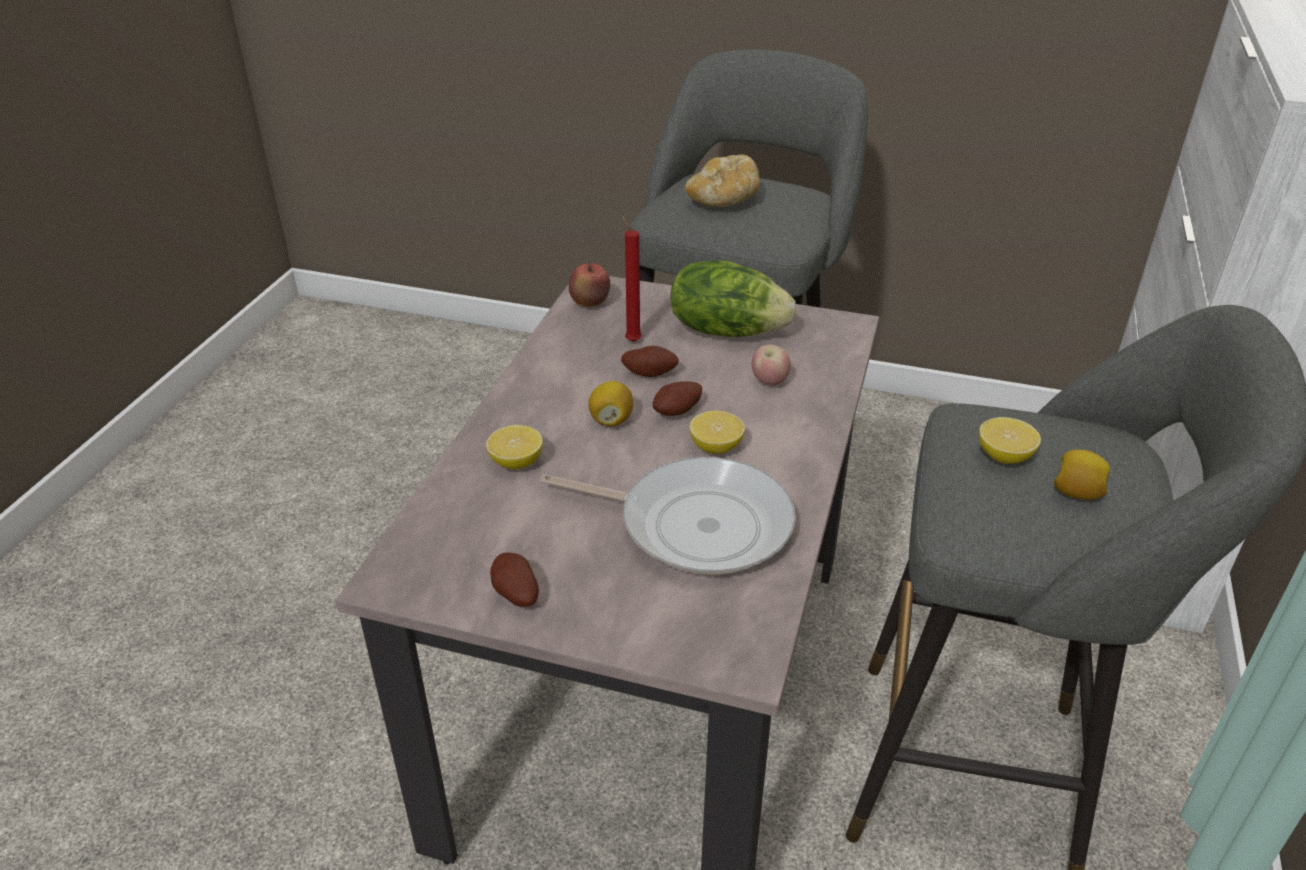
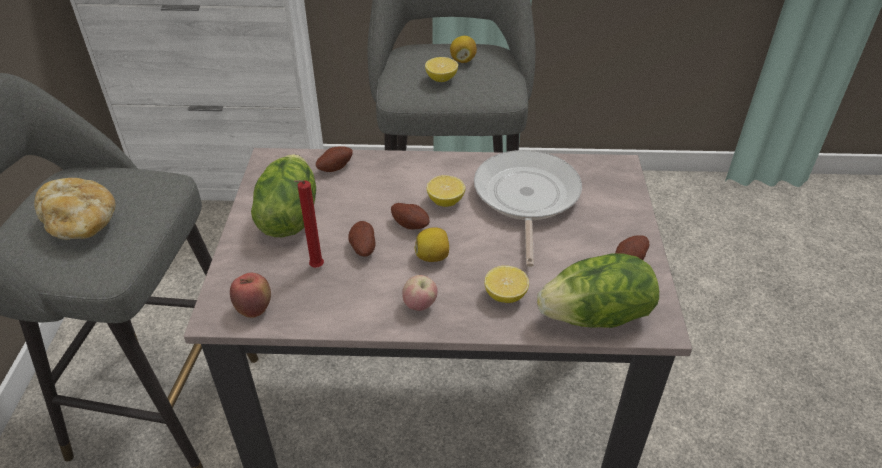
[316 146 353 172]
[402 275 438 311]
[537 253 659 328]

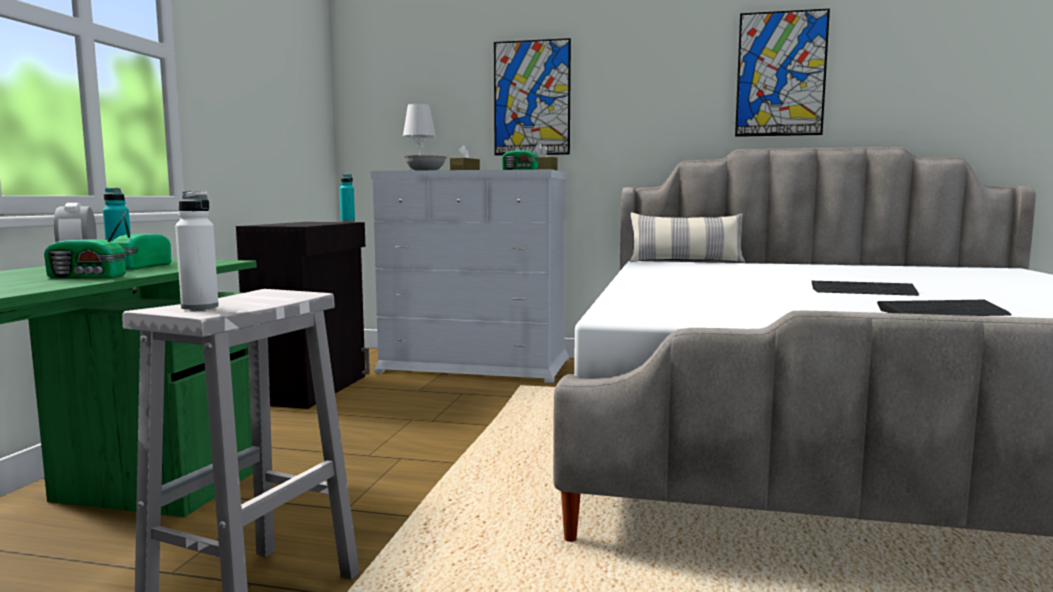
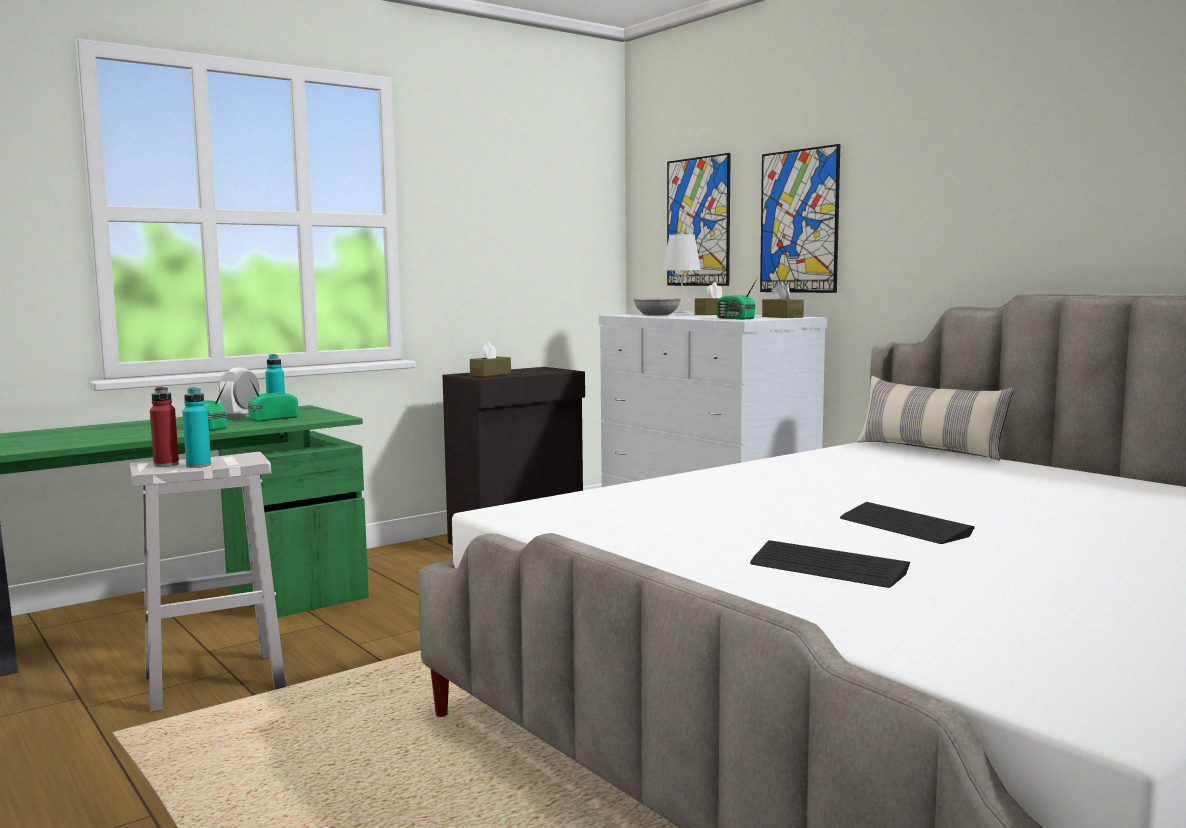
[150 386 179 467]
[182 387 211 468]
[470 342 511 377]
[667 153 731 286]

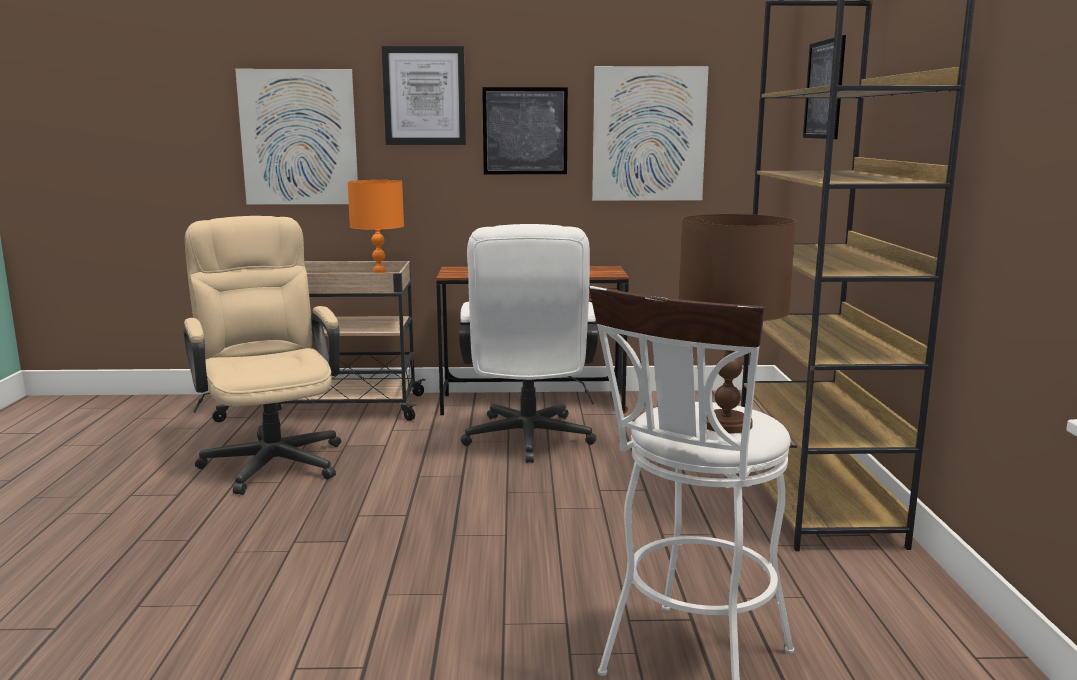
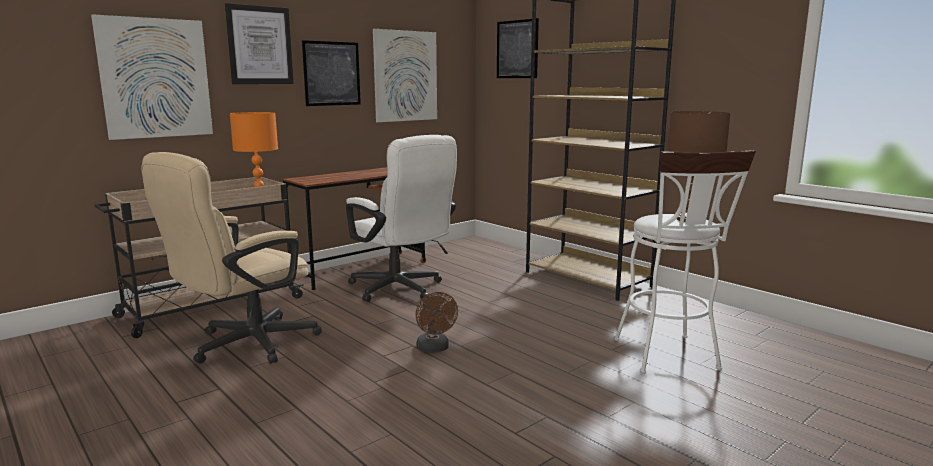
[141 152 322 364]
[415 292 458 353]

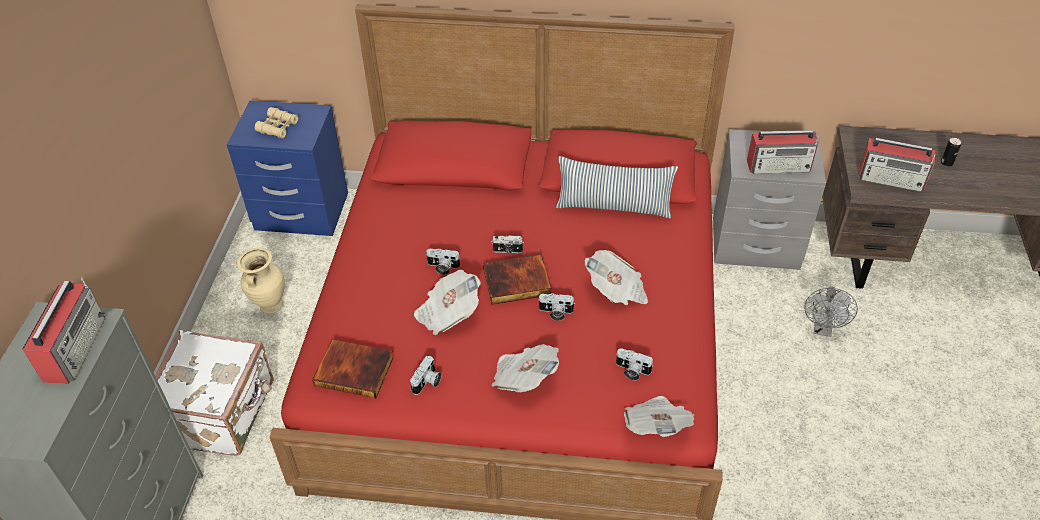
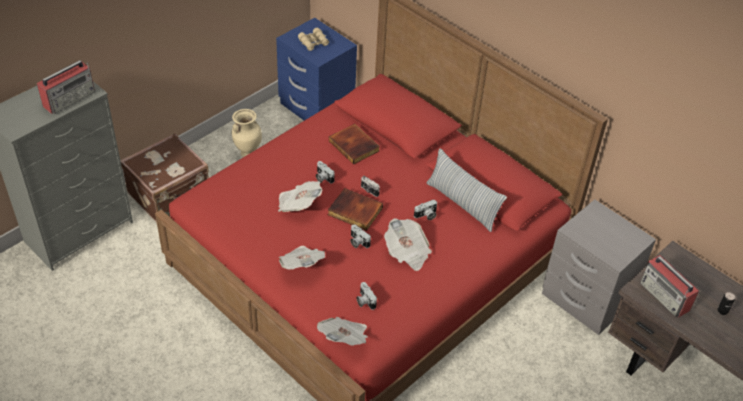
[120 133 209 222]
[329 124 380 165]
[414 200 437 220]
[747 130 819 174] (first image)
[804 286 858 337] (first image)

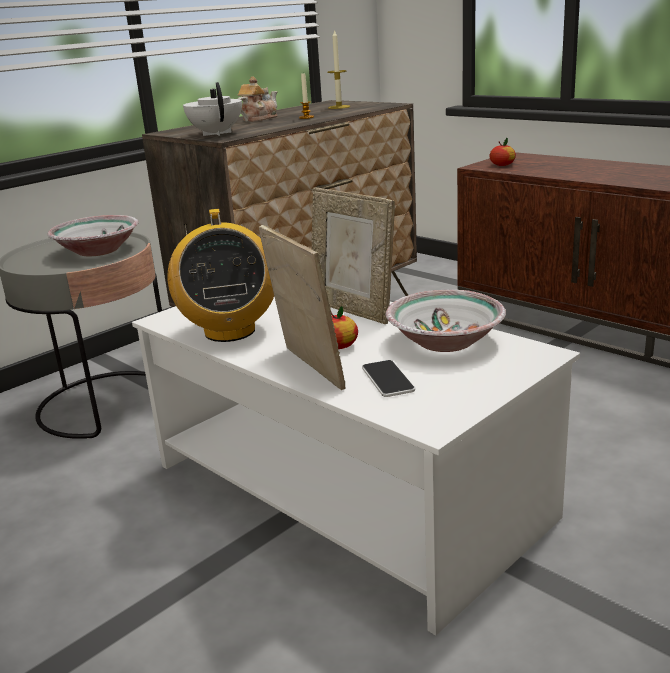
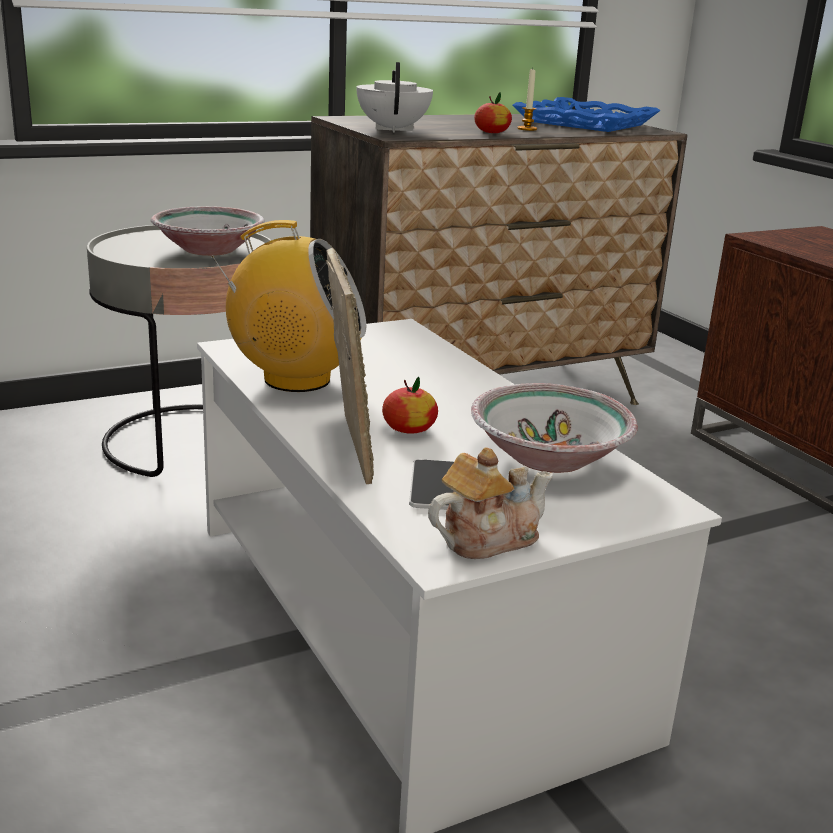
[211 220 366 392]
[428 448 553 559]
[474 92 512 133]
[512 97 660 132]
[312 188 395 324] (first image)

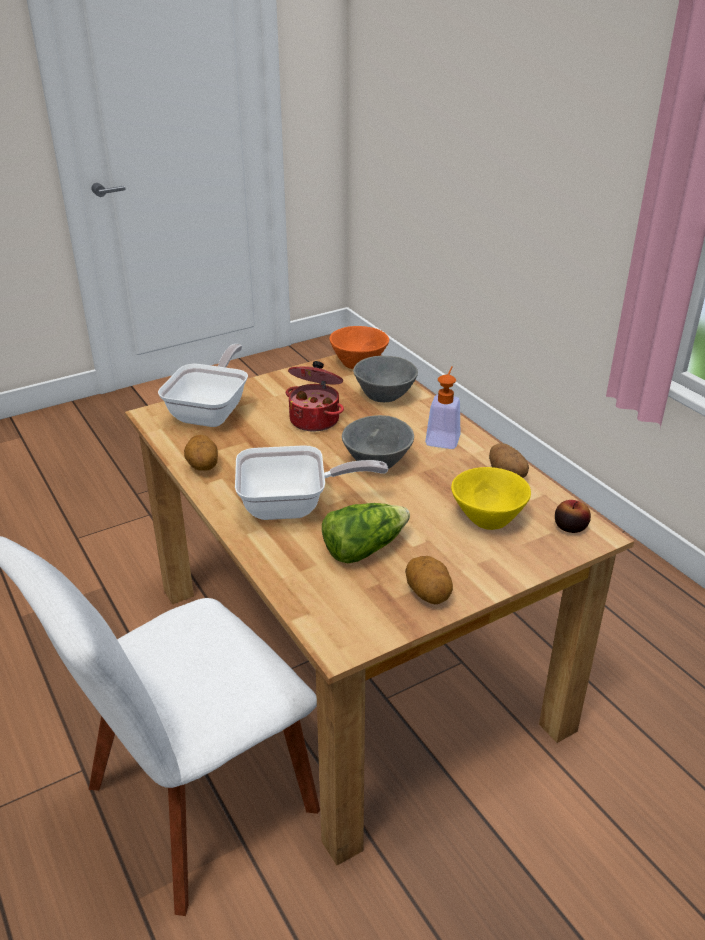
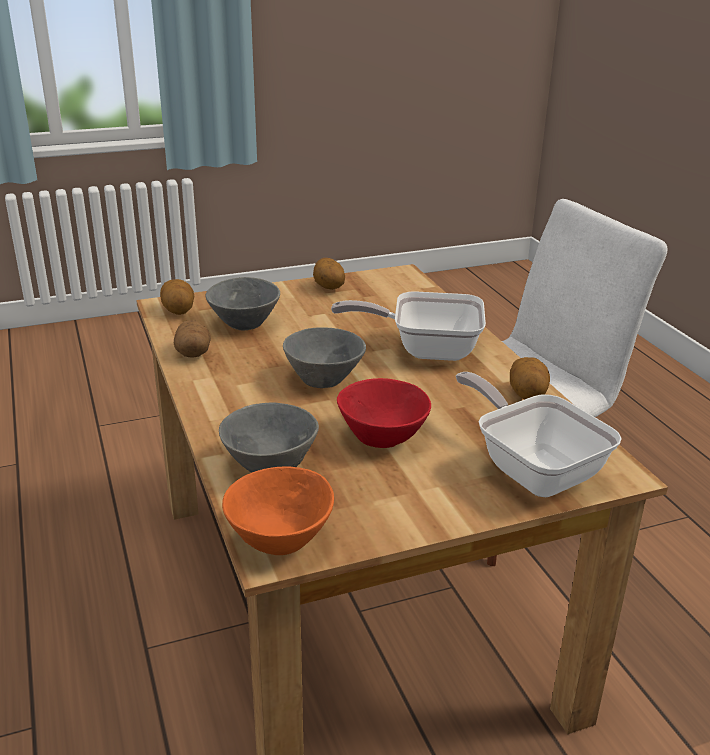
[160 279 194 315]
[206 277 280 330]
[337 378 431 448]
[456 372 622 497]
[322 503 410 563] (first image)
[425 366 460 449] (first image)

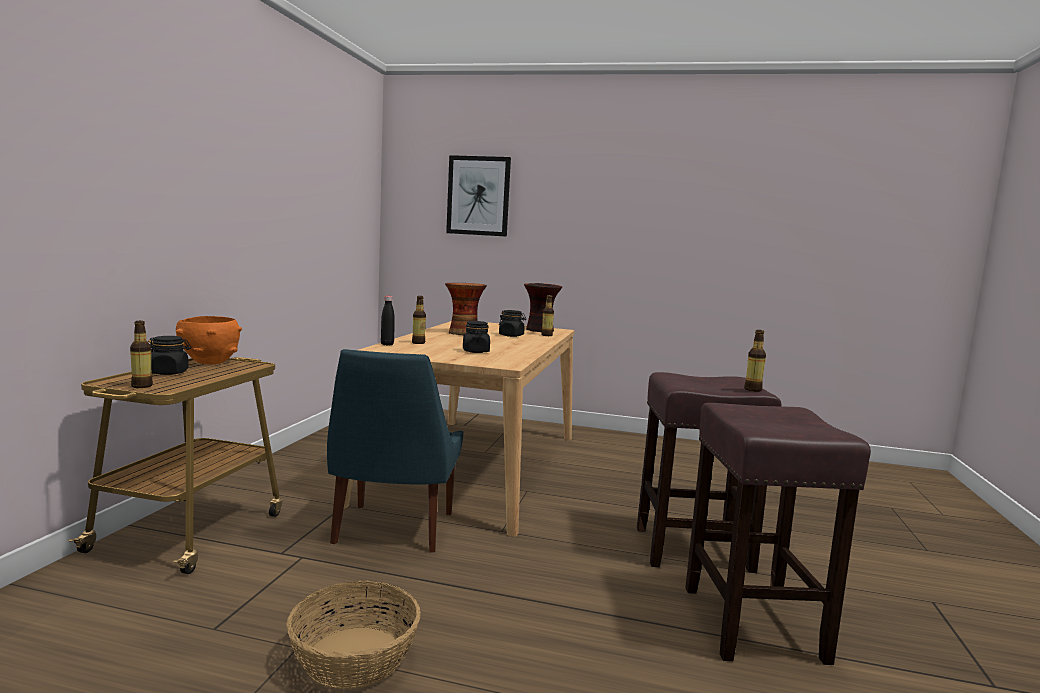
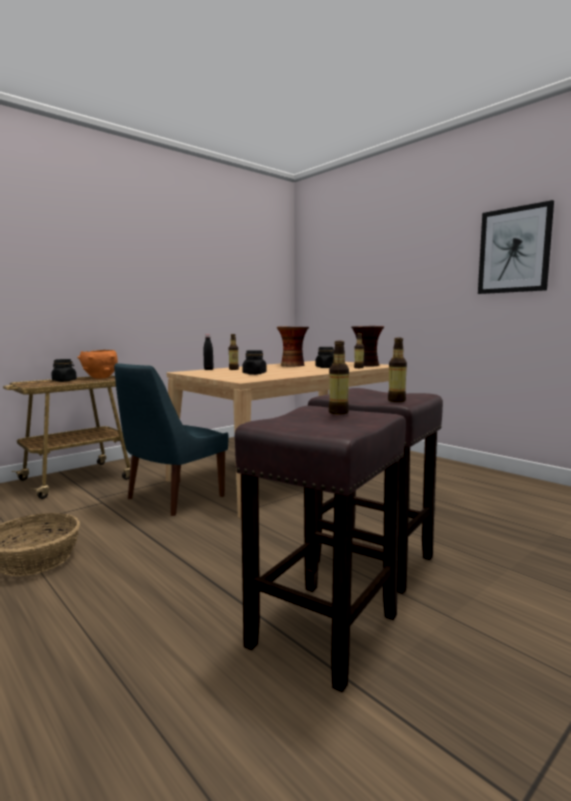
[329 341 349 414]
[478 200 554 294]

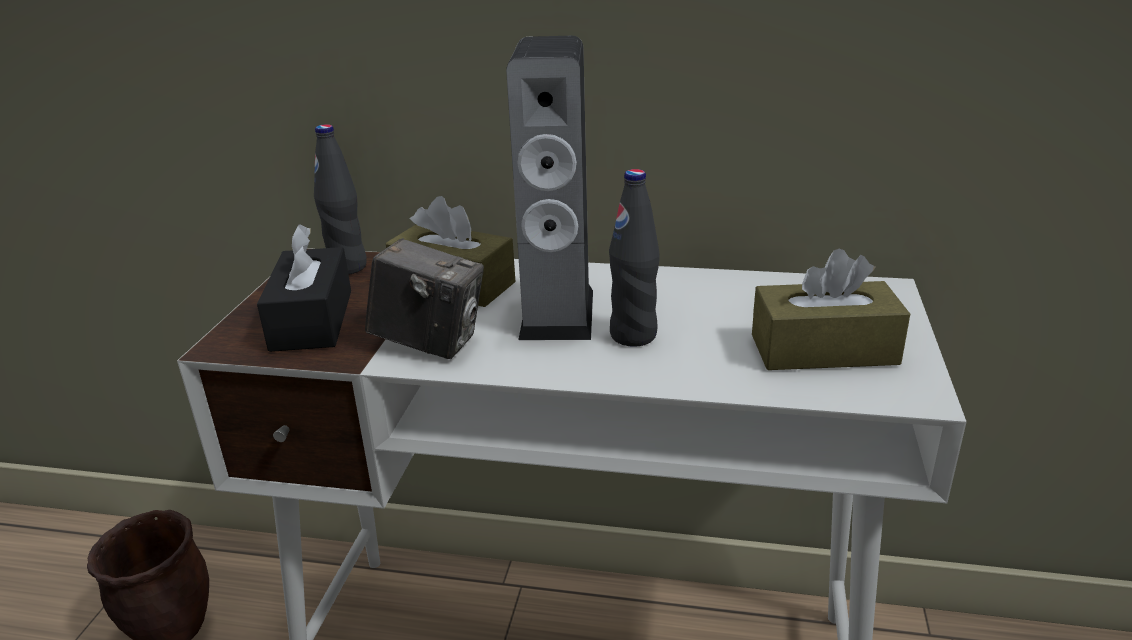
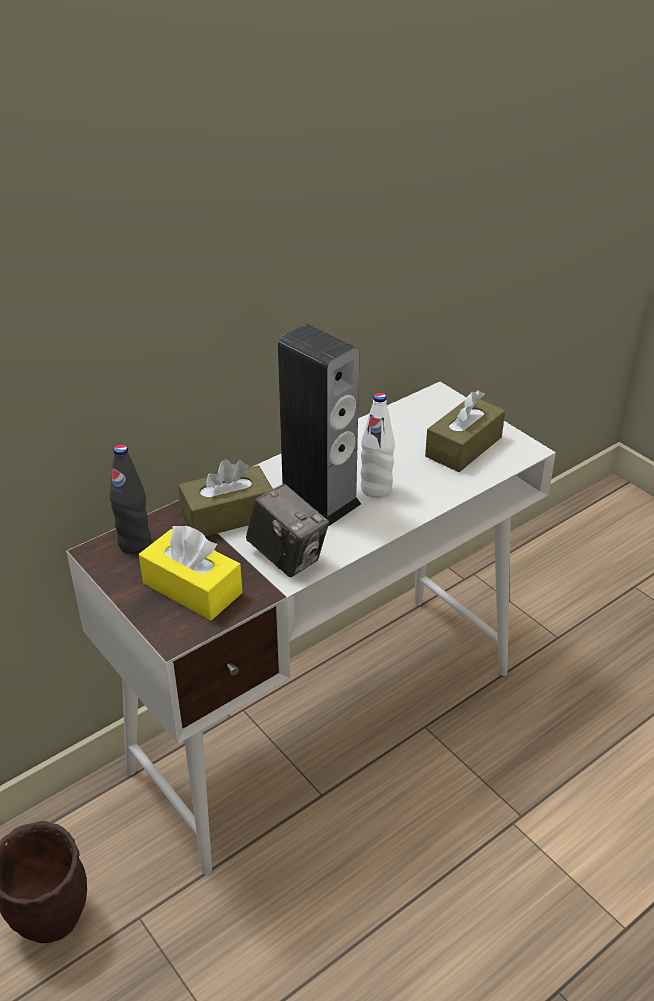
[139 525 243 620]
[246 484 329 577]
[360 393 395 498]

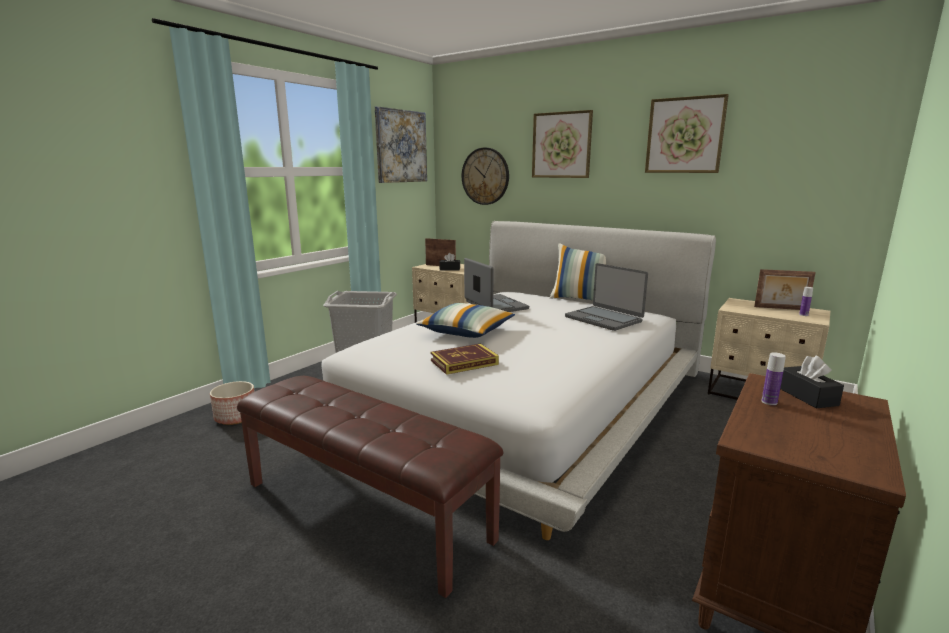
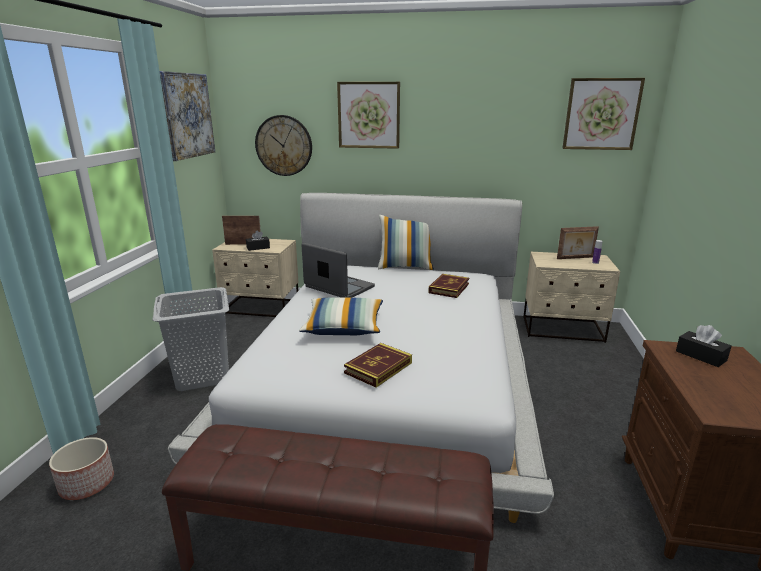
[428 274 469 298]
[562 78 645 150]
[762 352 786 405] (first image)

